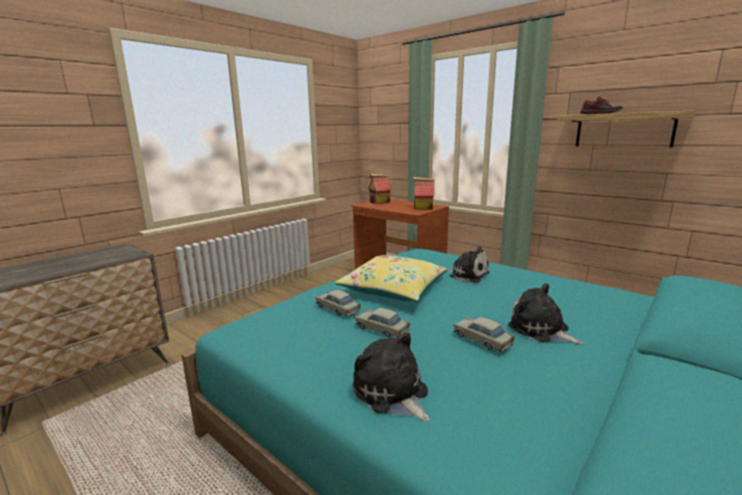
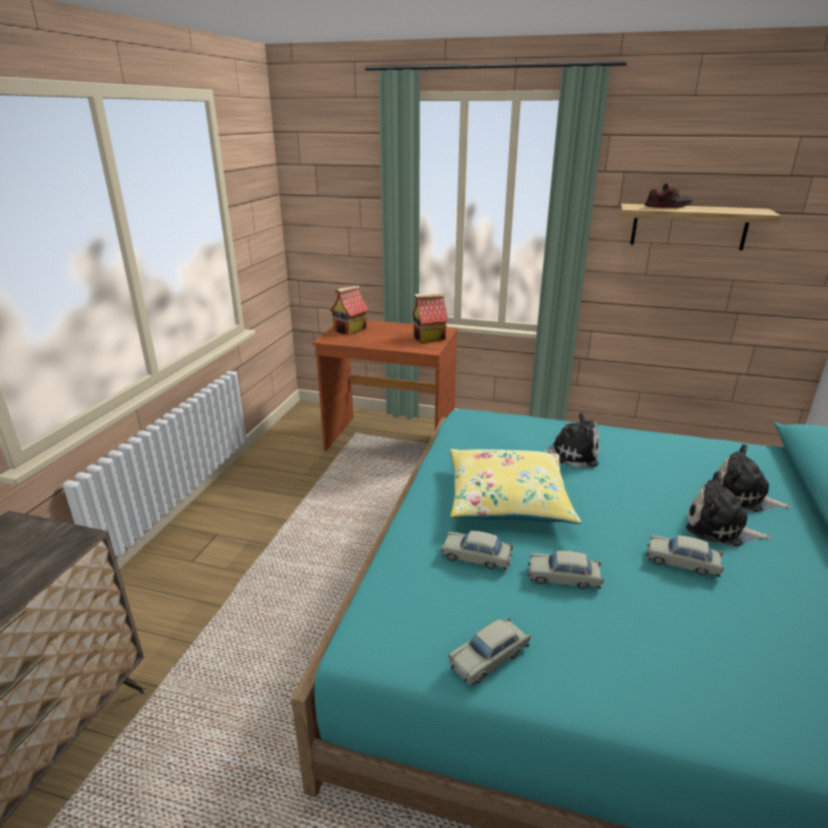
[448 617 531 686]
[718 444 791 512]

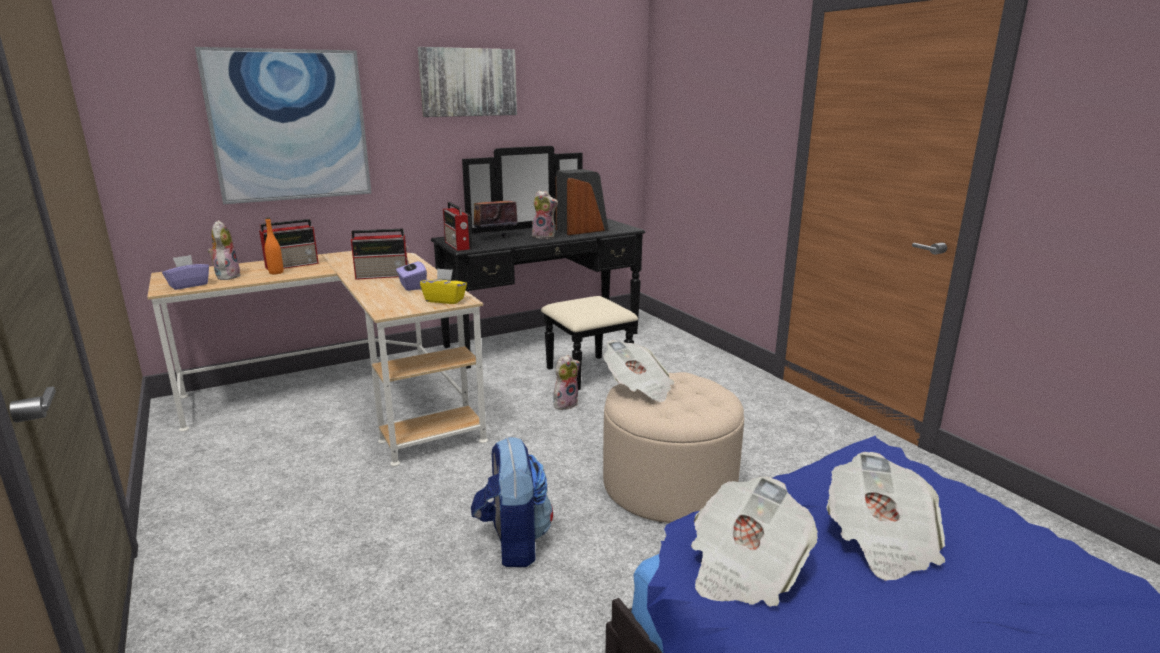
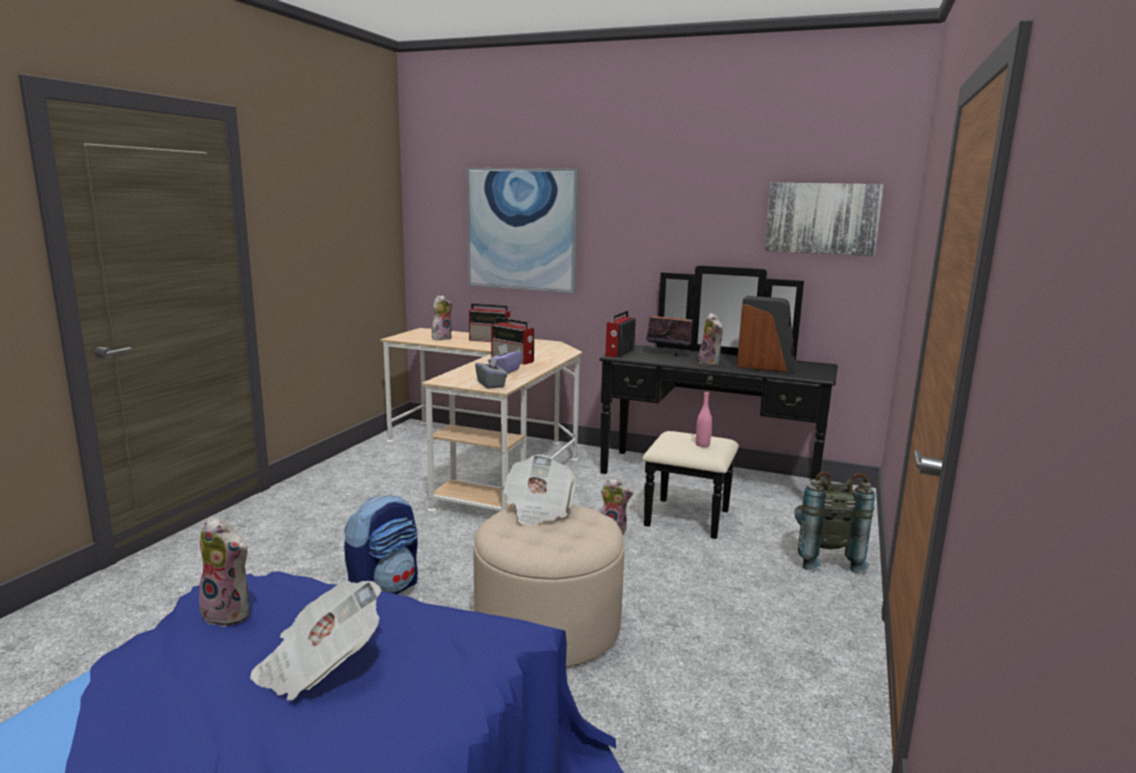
[199 516 250 627]
[475 357 508 389]
[696 390 712 447]
[764 183 884 256]
[794 471 875 573]
[162 255 209 290] (first image)
[265 218 284 274] (first image)

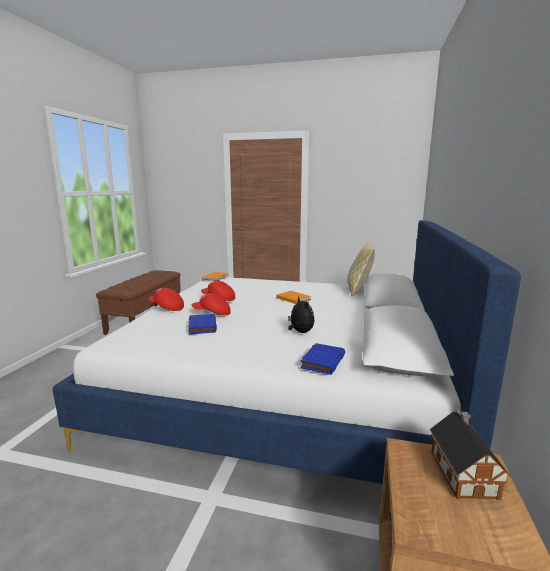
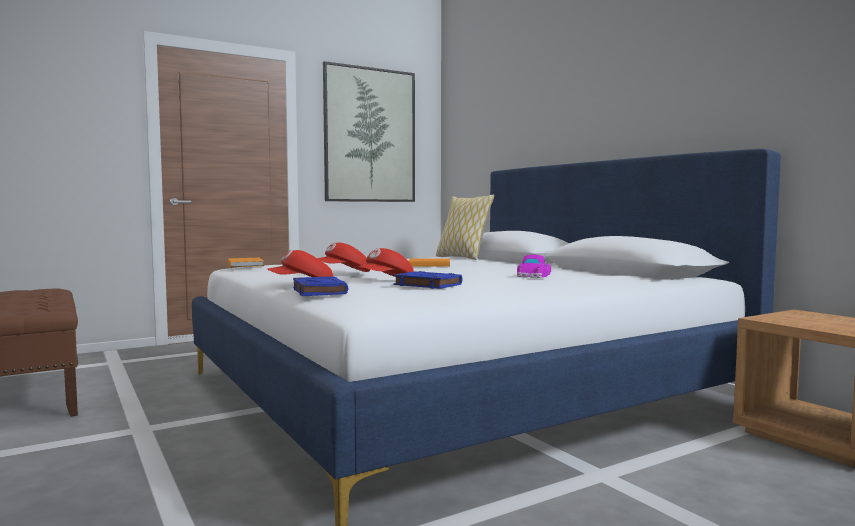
[293 276 348 296]
[323 61 415 202]
[517 255 551 278]
[430 412 511 500] (first image)

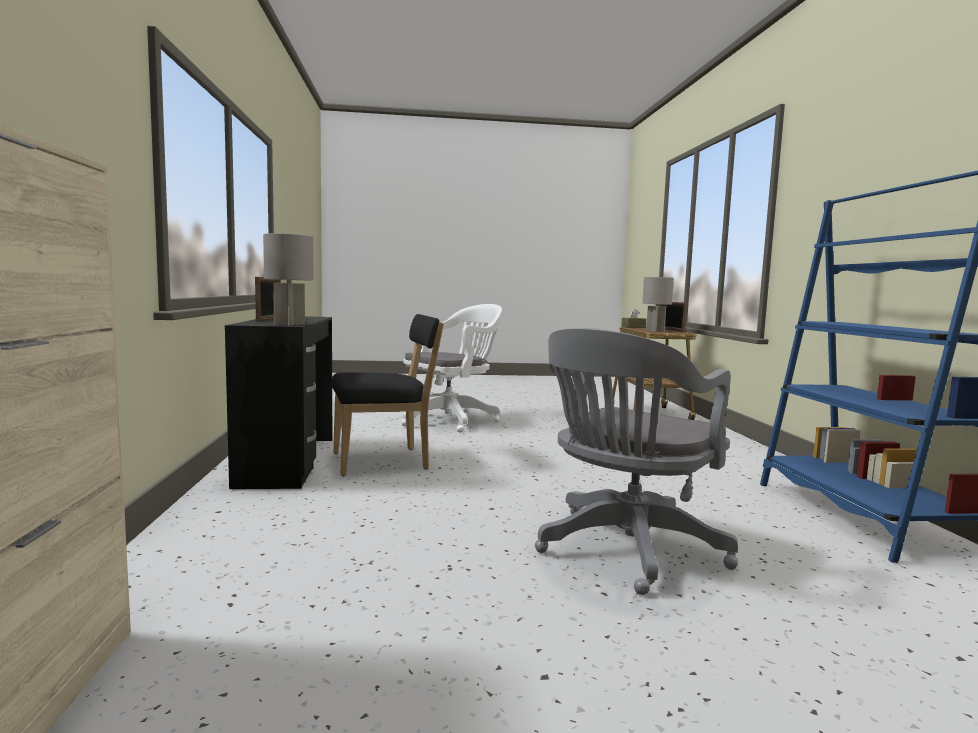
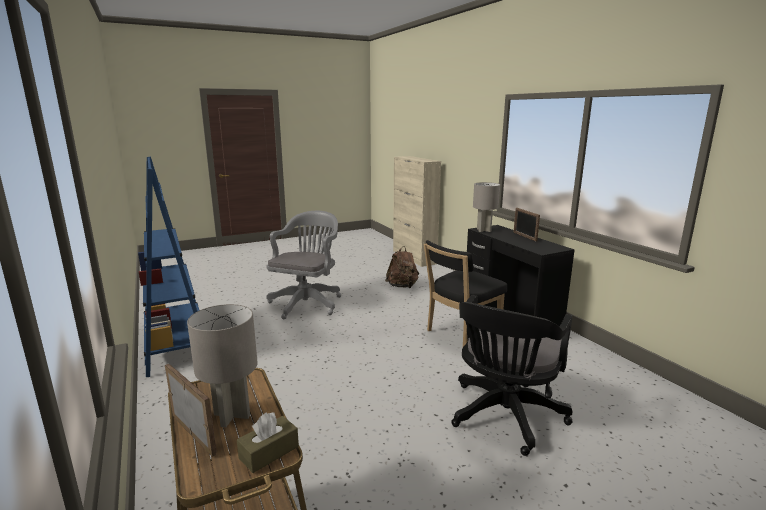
[385 246 419 288]
[451 295 573 456]

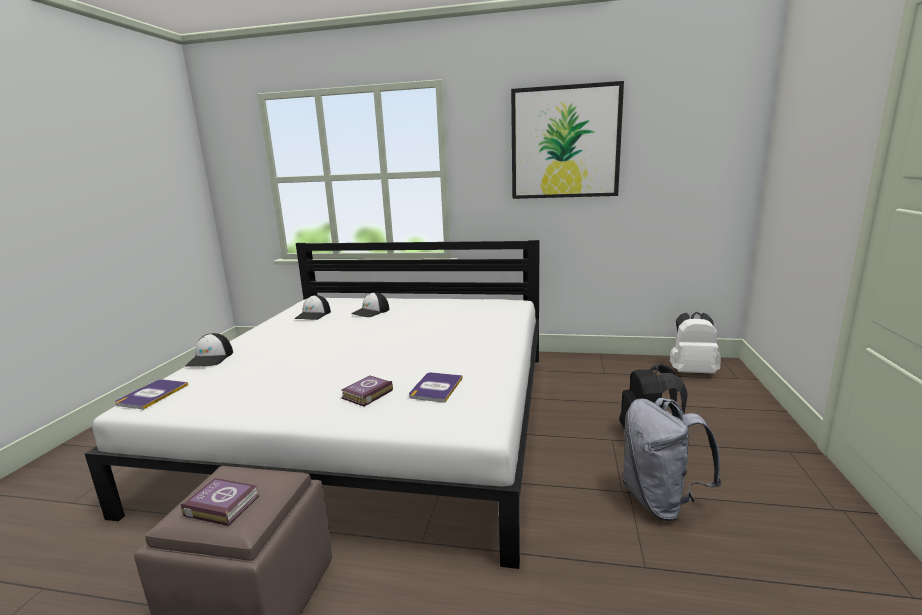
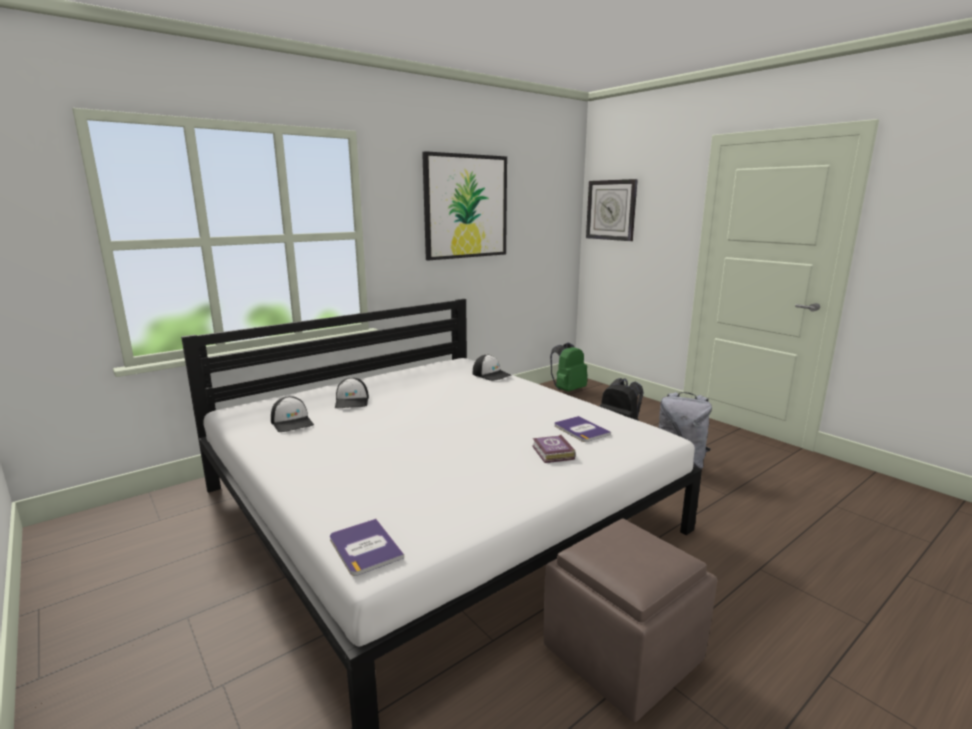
[473 355 511 381]
[550 342 587 392]
[586 179 638 241]
[181 478 260 526] (first image)

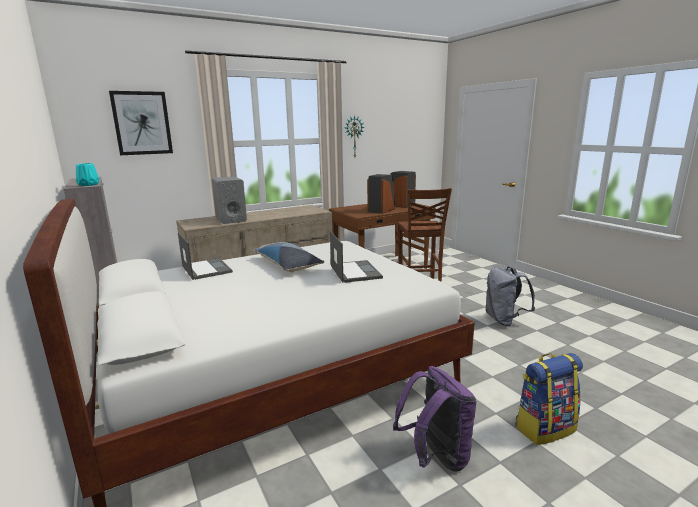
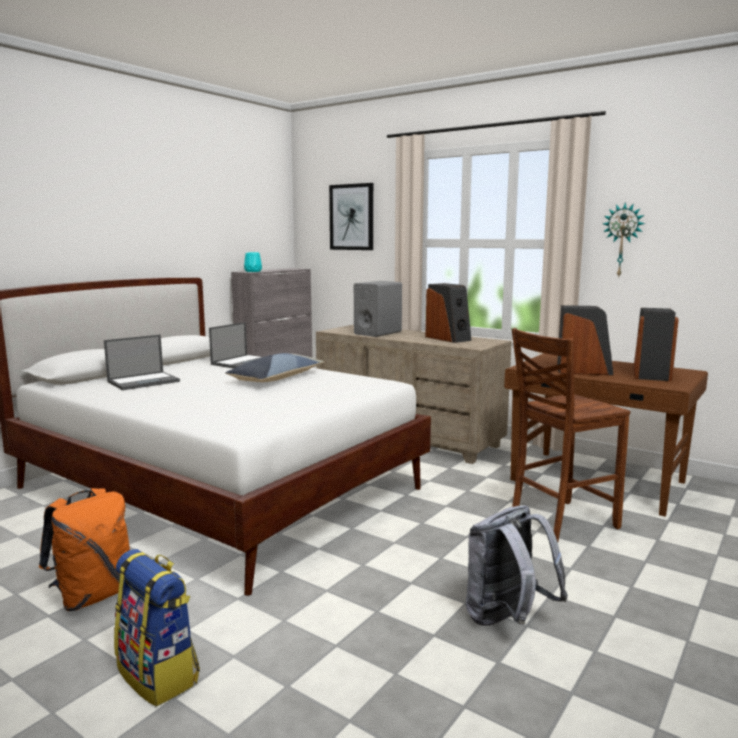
[39 488 130 611]
[104 335 180 390]
[425 283 471 343]

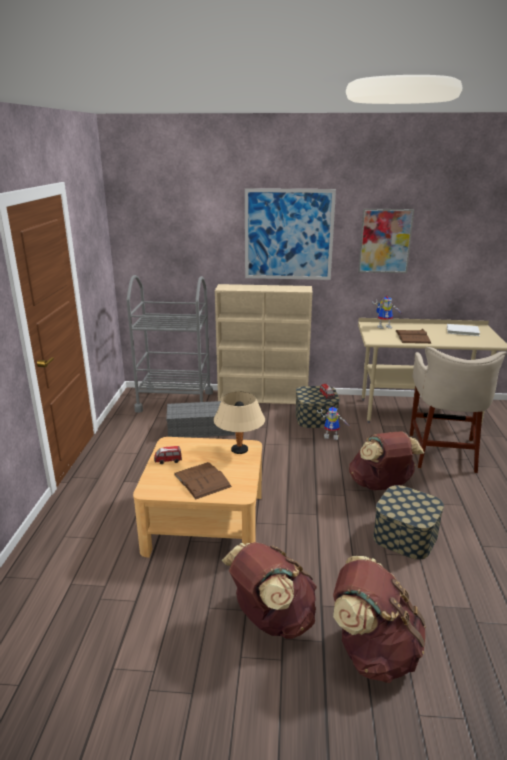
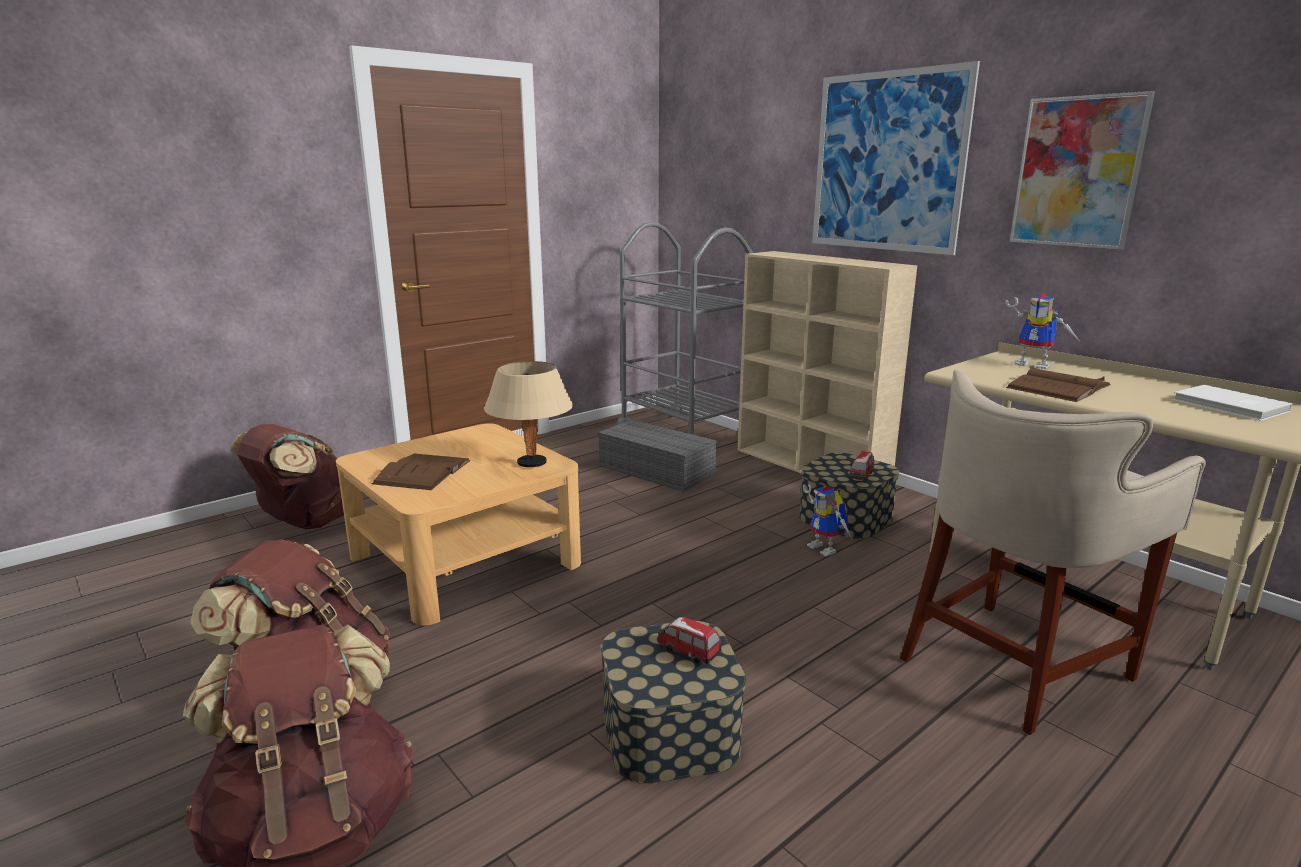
[229 424 344 529]
[657 617 721 666]

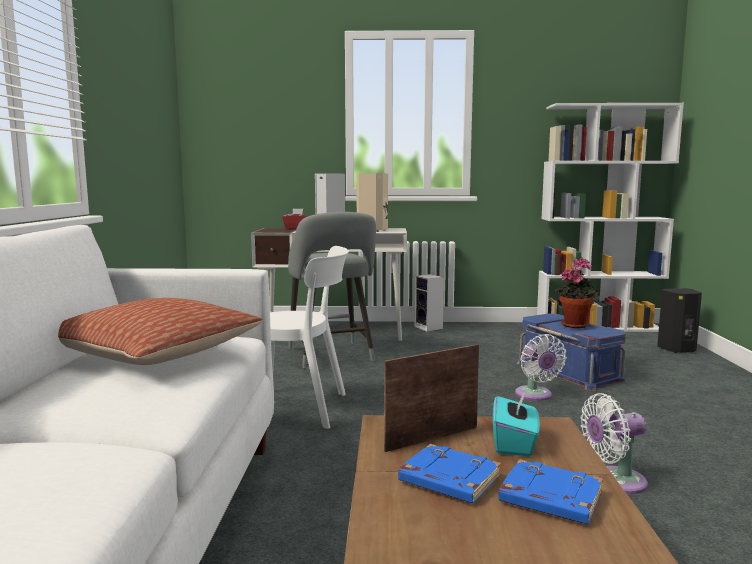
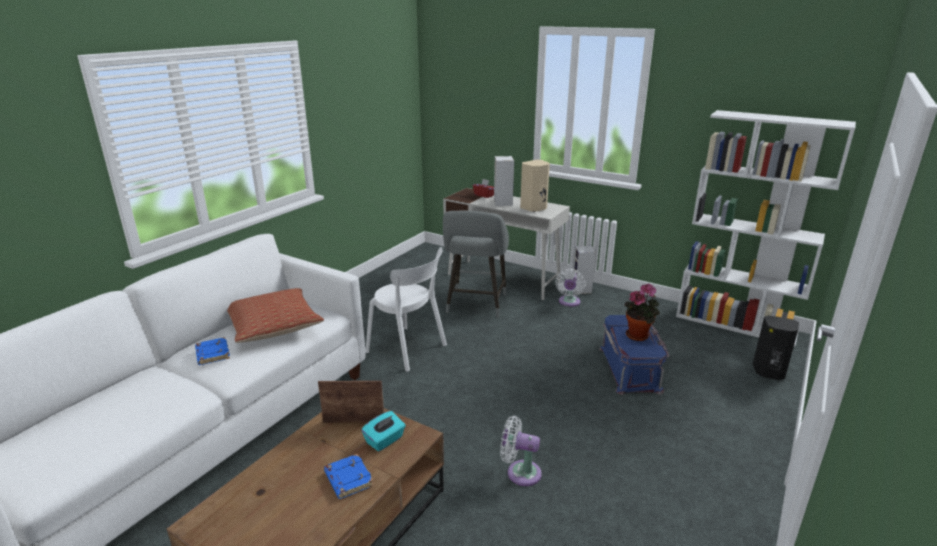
[195 337 230 365]
[556 269 586 307]

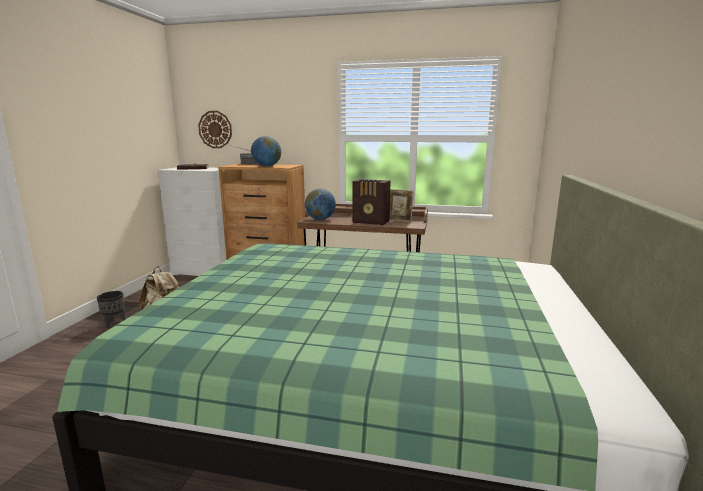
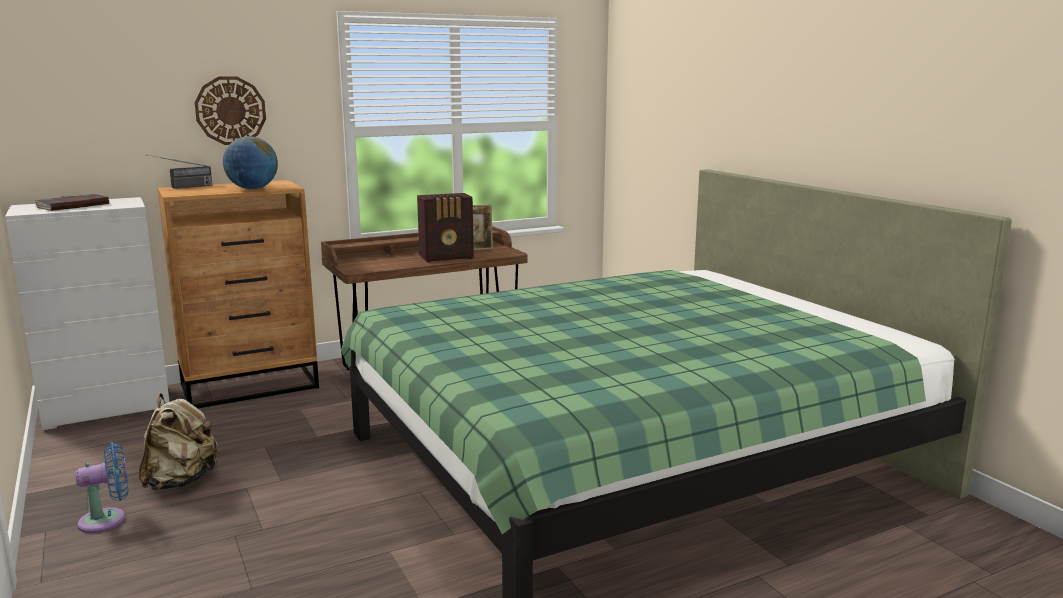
[75 443 129 533]
[194 77 266 145]
[305 189 336 220] (first image)

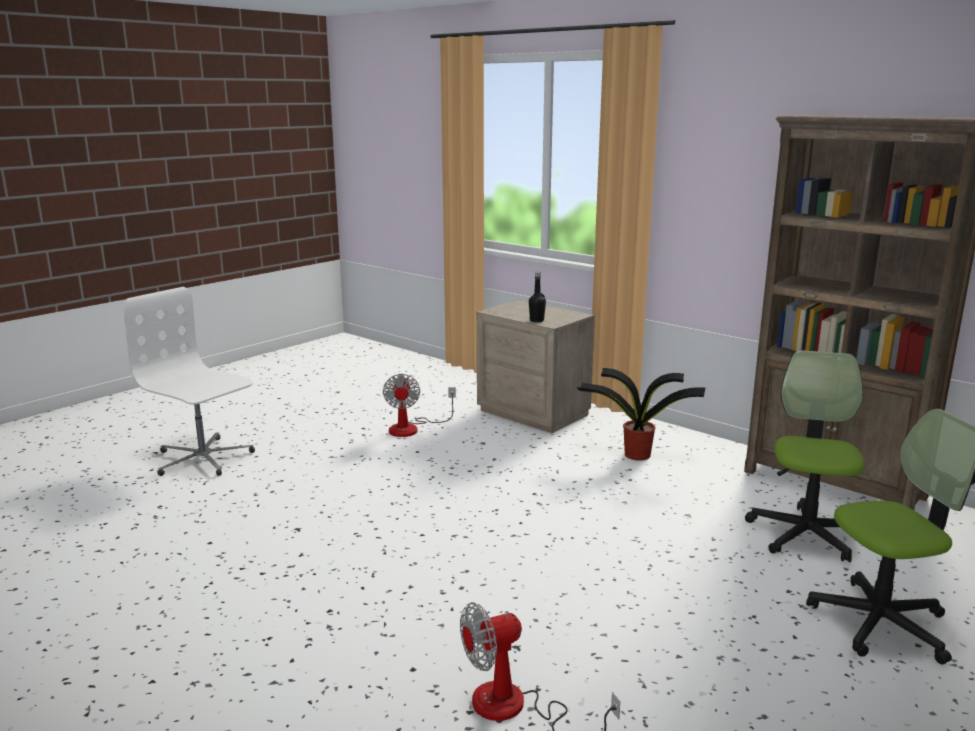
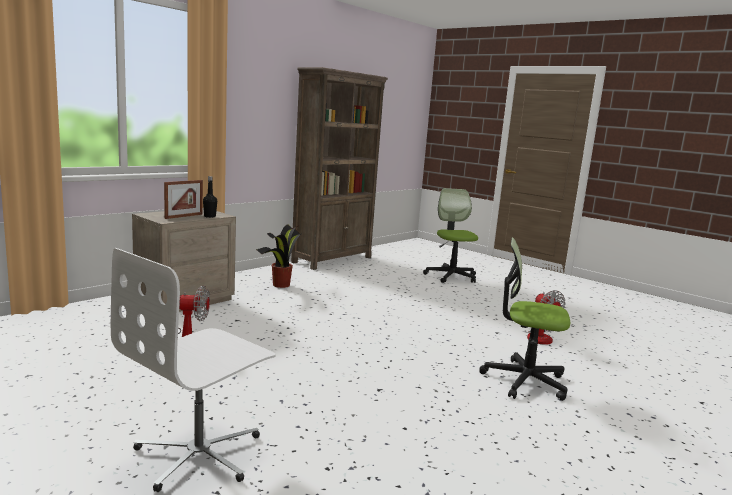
[164 180 203 219]
[479 238 570 401]

